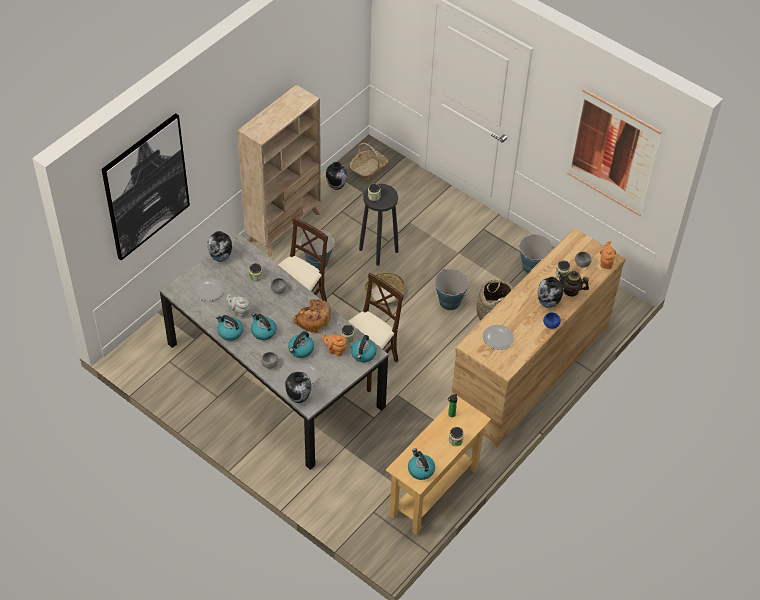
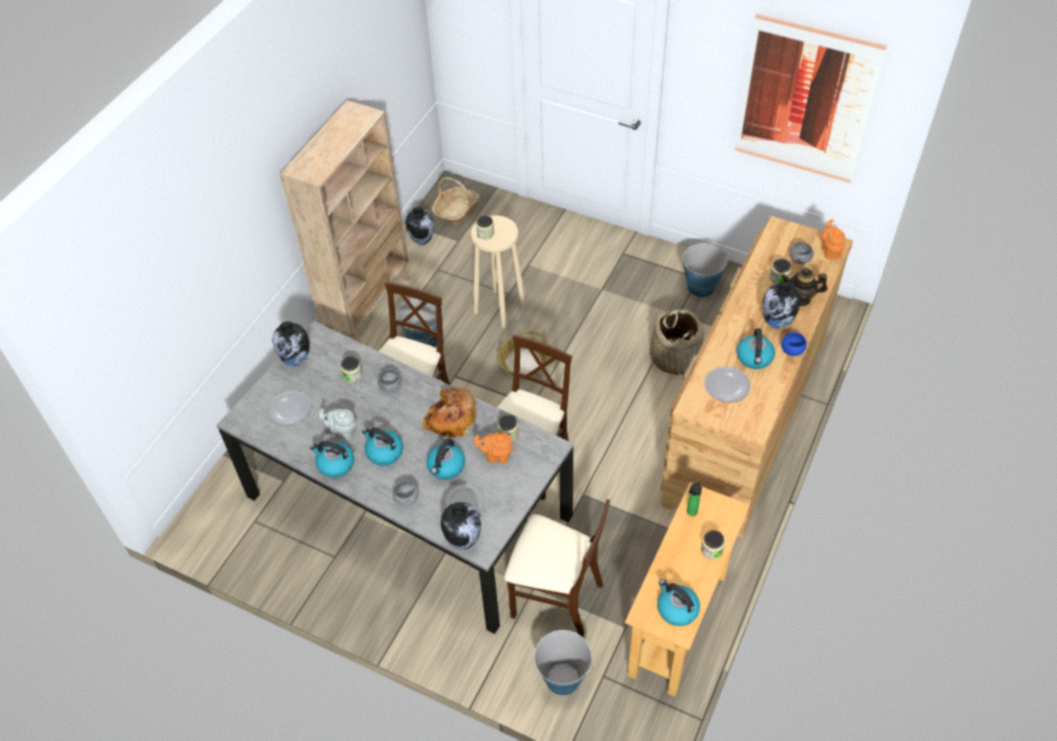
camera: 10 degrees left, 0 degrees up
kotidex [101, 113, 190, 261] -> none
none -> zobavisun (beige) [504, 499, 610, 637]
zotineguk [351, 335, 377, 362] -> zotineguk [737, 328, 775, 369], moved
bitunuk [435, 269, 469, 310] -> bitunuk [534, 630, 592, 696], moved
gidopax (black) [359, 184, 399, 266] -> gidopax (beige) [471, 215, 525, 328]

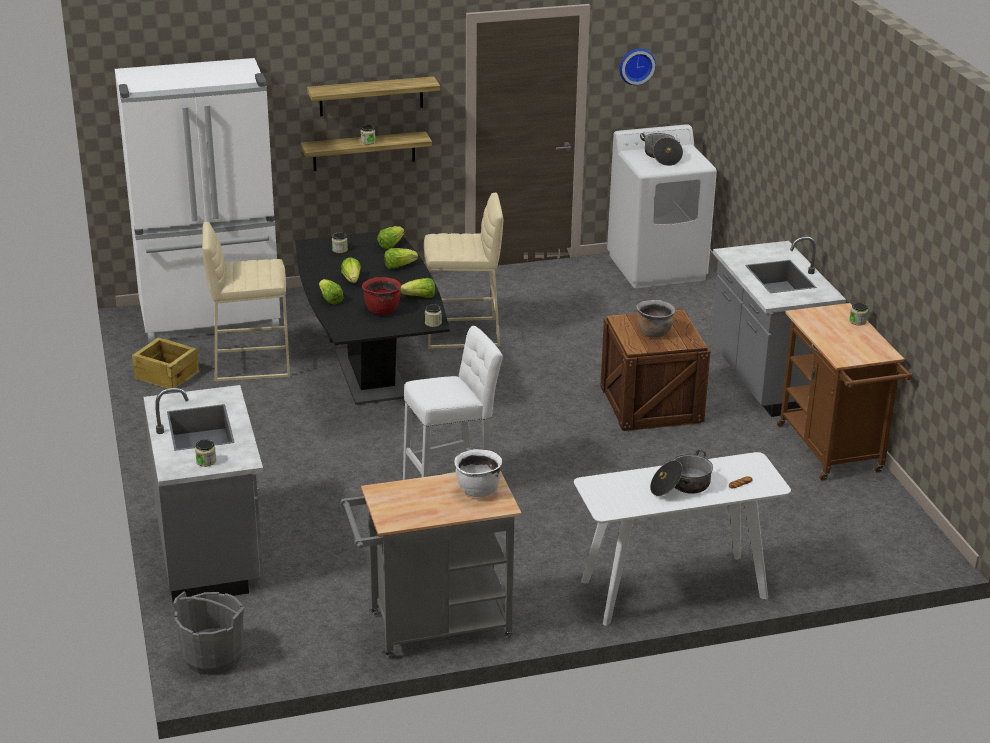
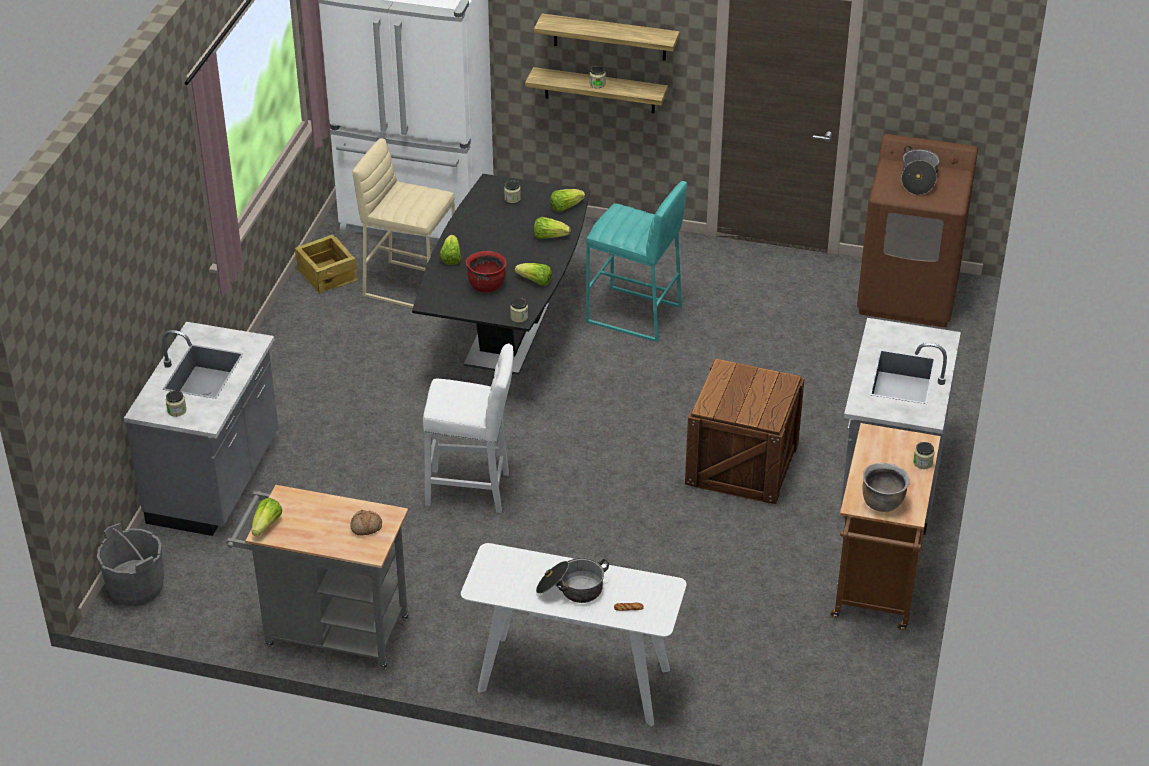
camera: 30 degrees right, 10 degrees up
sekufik [619, 48, 656, 85] -> none
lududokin [341, 257, 361, 283] -> lududokin [252, 498, 282, 537], moved
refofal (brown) [637, 300, 675, 338] -> refofal (brown) [862, 463, 910, 512], moved
refofal (white) [454, 449, 502, 497] -> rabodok [350, 510, 382, 536]
gidopax (beige) [424, 193, 503, 349] -> gidopax (turquoise) [586, 181, 687, 342]
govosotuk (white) [607, 124, 717, 288] -> govosotuk (brown) [857, 134, 978, 327]

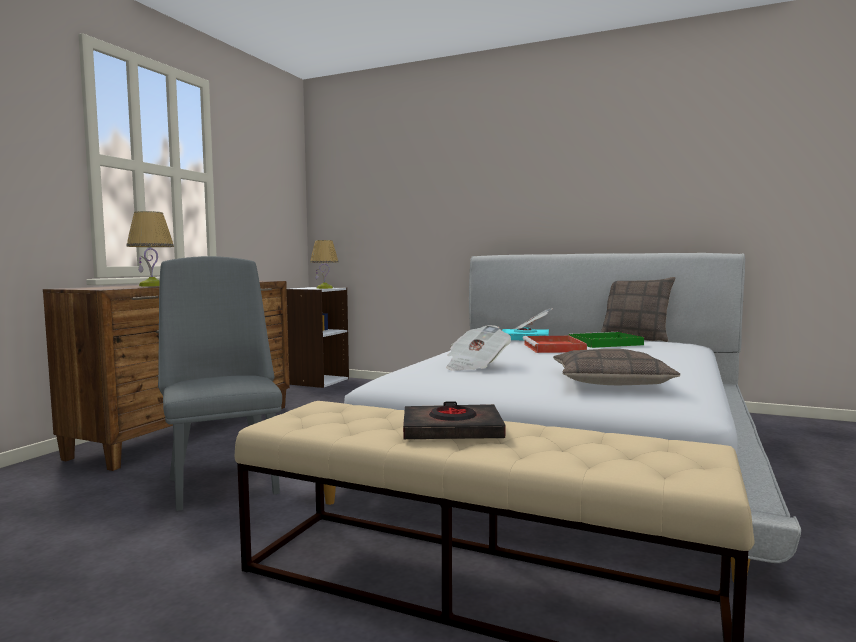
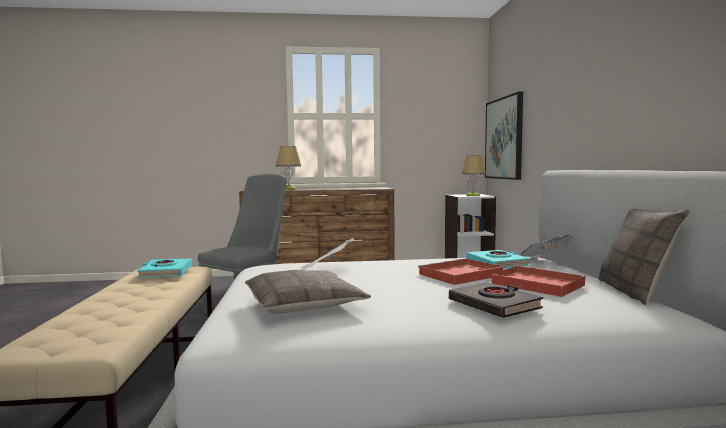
camera: 60 degrees right, 0 degrees up
none -> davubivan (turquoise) [137, 259, 192, 278]
none -> kotidex [485, 92, 523, 180]
davubivan (black) [403, 401, 505, 439] -> davubivan (black) [449, 282, 543, 318], moved
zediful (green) [568, 332, 644, 348] -> zediful (red) [492, 265, 586, 297]

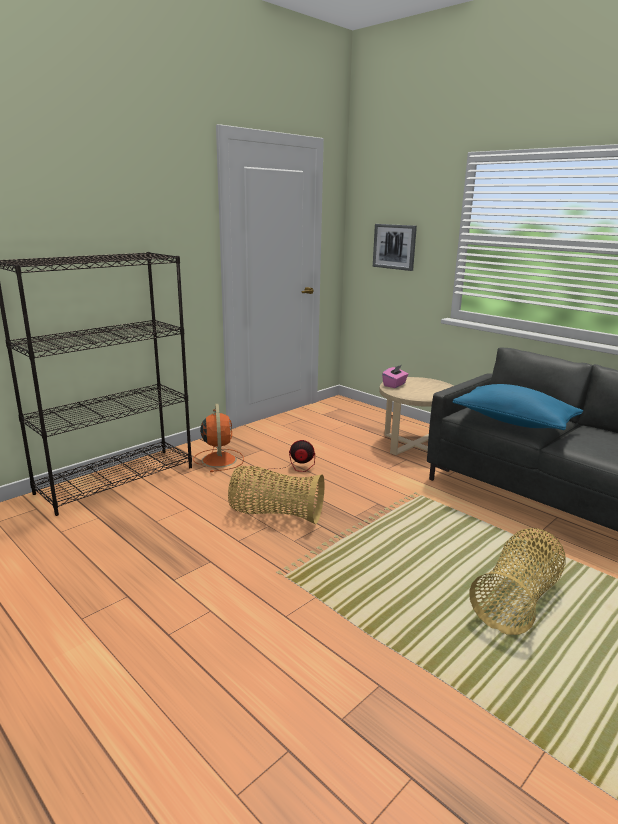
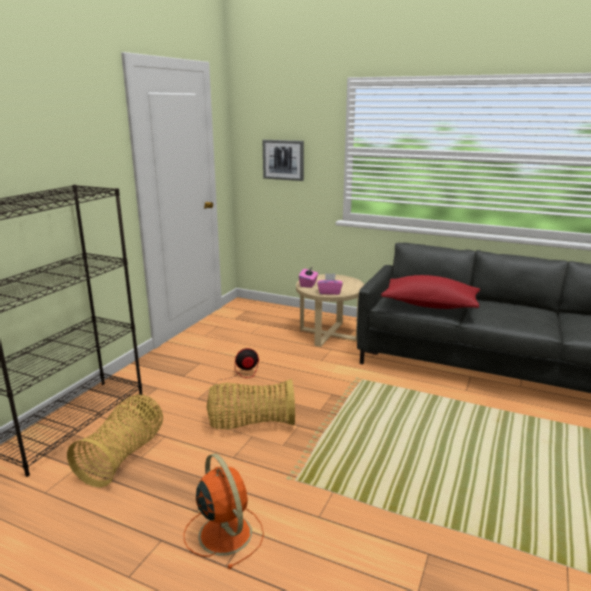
camera: 20 degrees left, 0 degrees up
none -> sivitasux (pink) [317, 273, 343, 295]
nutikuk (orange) [193, 404, 244, 472] -> nutikuk (orange) [184, 454, 264, 569], moved
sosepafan [469, 528, 566, 635] -> sosepafan [67, 395, 163, 487], moved
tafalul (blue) [452, 384, 583, 430] -> tafalul (red) [381, 275, 480, 309]

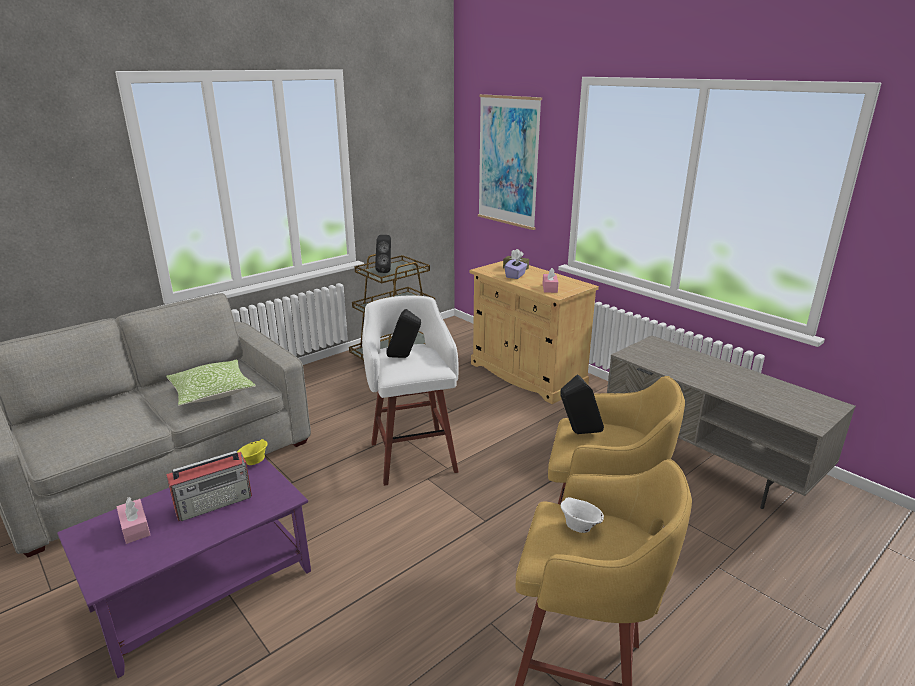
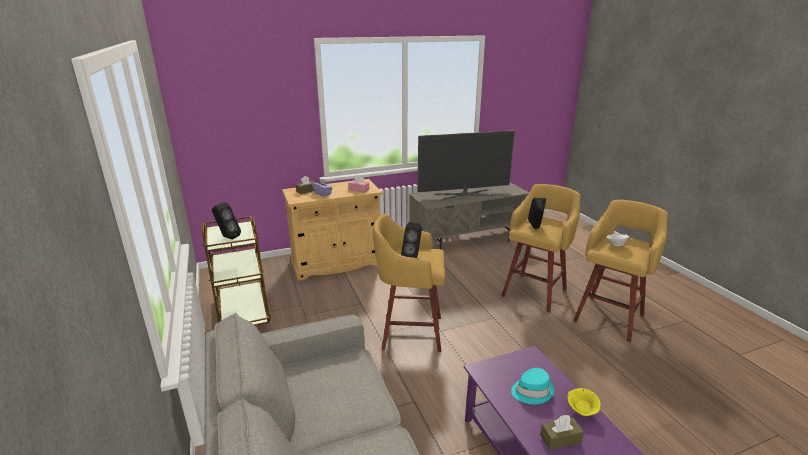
camera: 70 degrees left, 0 degrees up
tafalul [166, 359, 256, 406] -> none
kotidex [478, 94, 542, 230] -> none
none -> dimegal [418, 130, 515, 200]
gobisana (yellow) [237, 439, 268, 465] -> gobisana (yellow) [568, 388, 600, 416], moved
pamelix [166, 451, 252, 521] -> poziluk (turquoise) [511, 368, 554, 405]
sivitasux (pink) [117, 497, 150, 544] -> sivitasux (brown) [540, 415, 584, 450]
gidopax (white) [362, 295, 458, 486] -> gidopax (yellow) [373, 214, 445, 352]

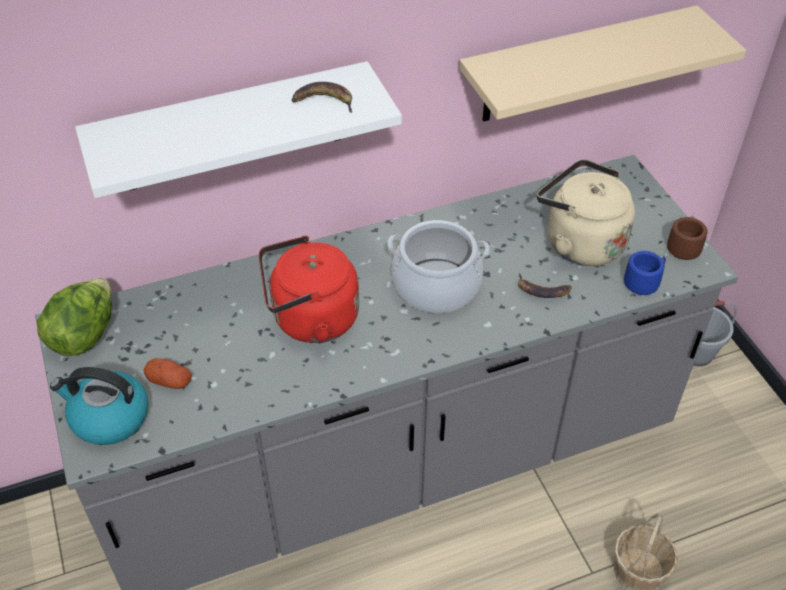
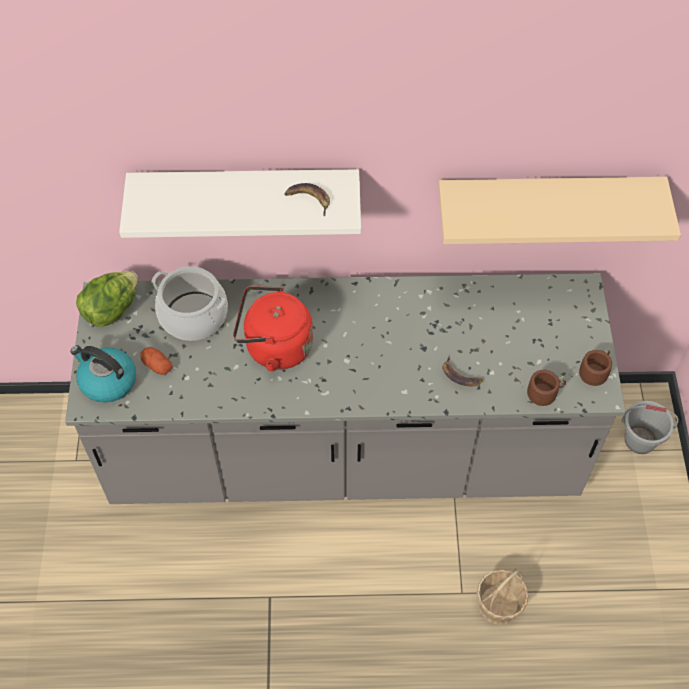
camera: 20 degrees right, 10 degrees up
zotineguk (beige) [537, 159, 635, 266] -> none
refofal [387, 220, 490, 313] -> refofal [152, 266, 228, 341], moved
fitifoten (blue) [611, 251, 666, 295] -> fitifoten (brown) [520, 370, 566, 406]

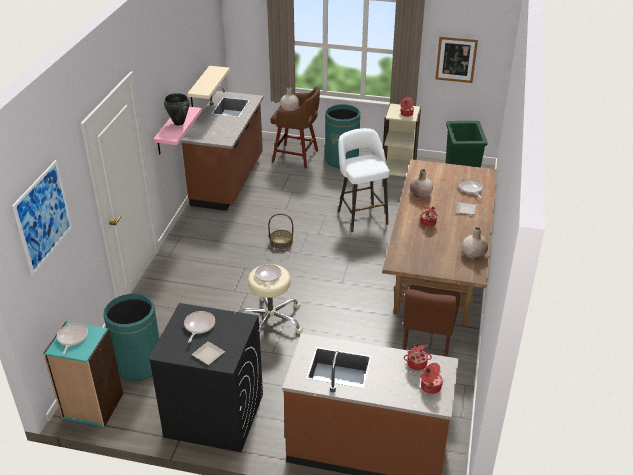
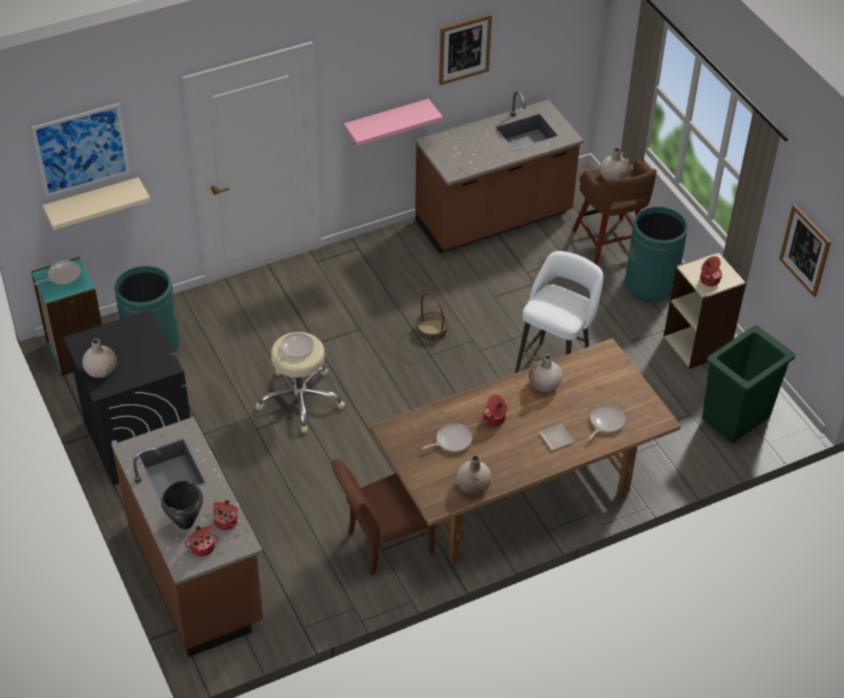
camera: 50 degrees right, 10 degrees up
none -> kotidex [439, 14, 492, 85]
refofal (black) [164, 93, 190, 125] -> refofal (black) [161, 480, 203, 529], moved
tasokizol [184, 311, 215, 343] -> tasokizol [422, 423, 472, 452], moved
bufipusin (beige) [187, 66, 230, 107] -> bufipusin (beige) [42, 177, 150, 230], moved
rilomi [191, 341, 225, 365] -> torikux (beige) [82, 338, 117, 378]

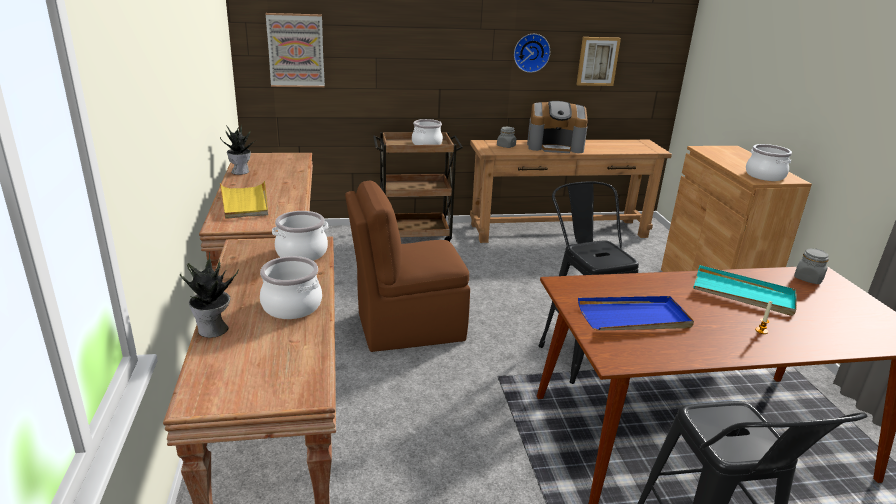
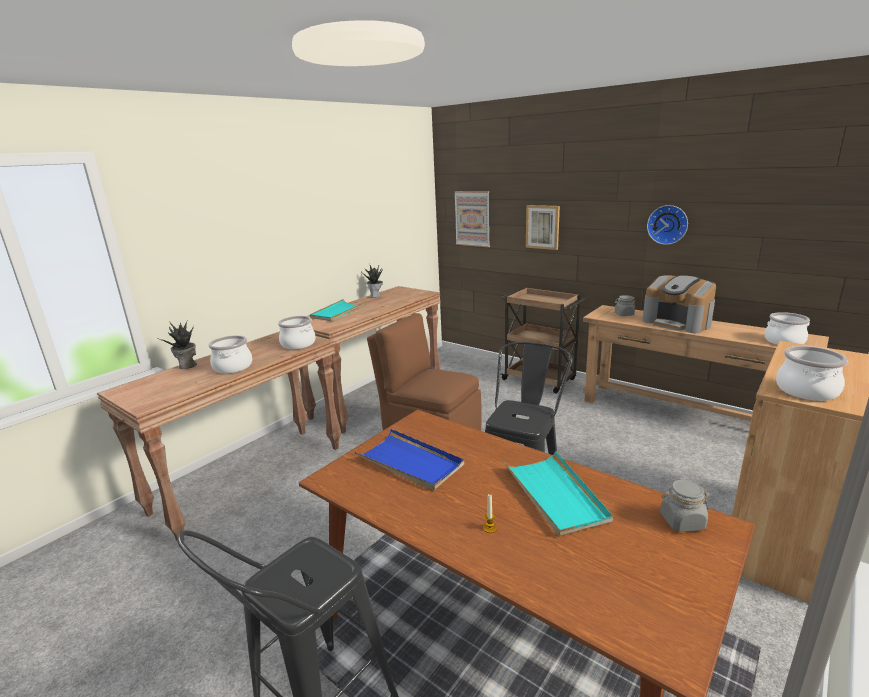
camera: 50 degrees right, 5 degrees down
refofal [412, 119, 443, 145] -> refofal [764, 312, 810, 345], moved
kotidex [576, 37, 621, 86] -> kotidex [526, 205, 560, 250], moved
zediful (yellow) [220, 180, 268, 219] -> zediful (turquoise) [310, 299, 367, 321]

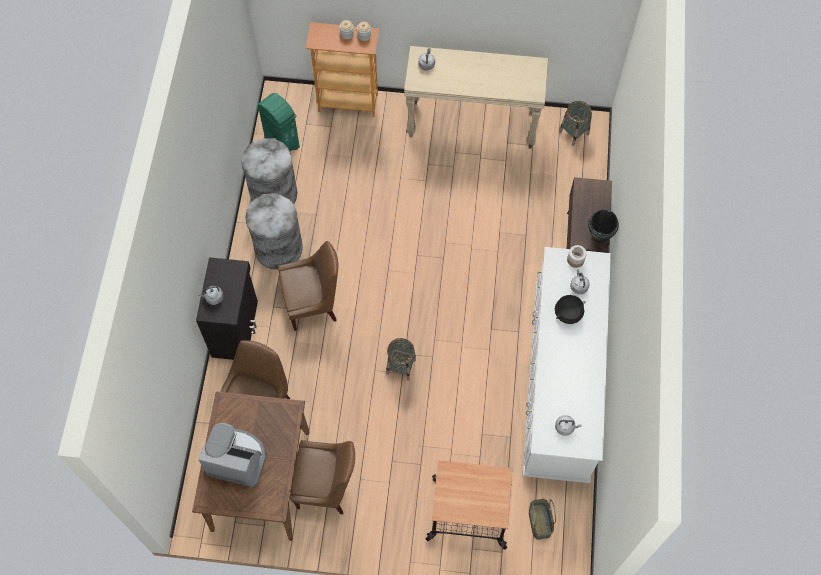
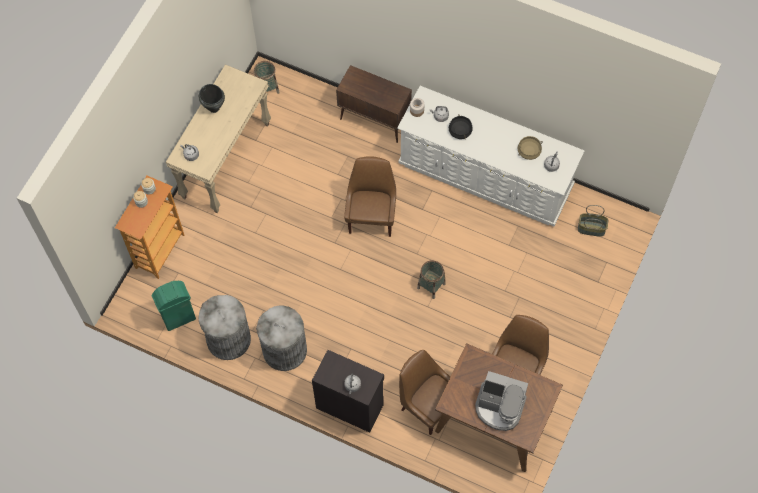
camera: 70 degrees left, 0 degrees up
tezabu [426, 460, 512, 550] -> none
none -> refofal (beige) [518, 136, 543, 160]
zobavisun (brown) [278, 241, 338, 331] -> zobavisun (brown) [344, 156, 396, 237], moved
refofal (black) [588, 209, 619, 243] -> refofal (black) [199, 84, 225, 113], moved
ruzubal [198, 423, 266, 487] -> ruzubal [475, 371, 528, 431], 105 degrees counterclockwise

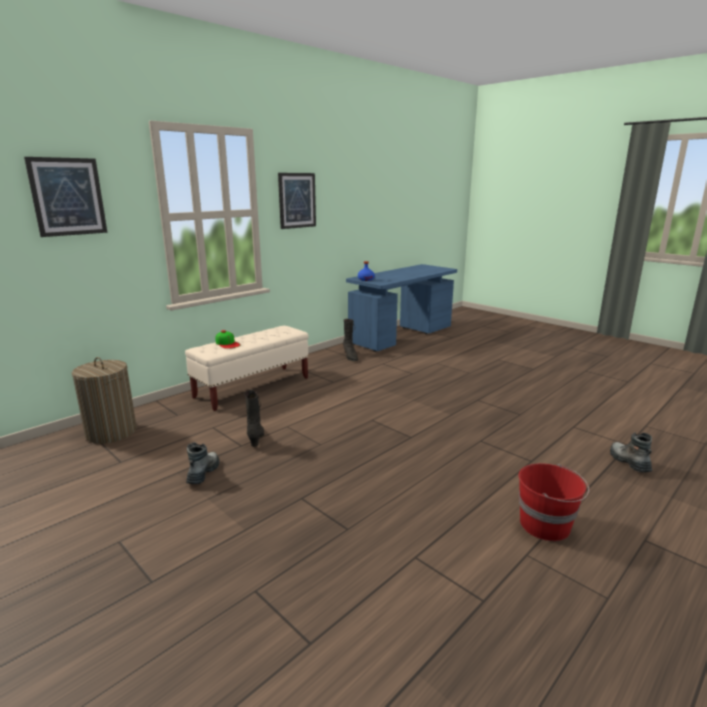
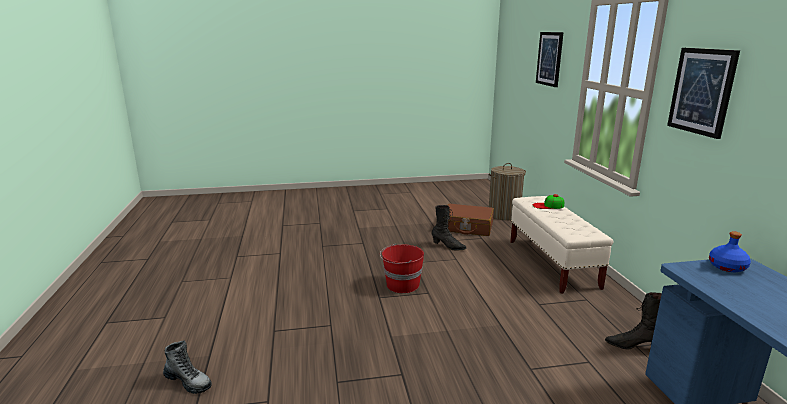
camera: 125 degrees right, 0 degrees up
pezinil [186, 442, 219, 484] -> none
none -> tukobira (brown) [448, 203, 494, 236]
bitunuk (red) [519, 463, 589, 541] -> bitunuk (red) [380, 244, 424, 293], moved

